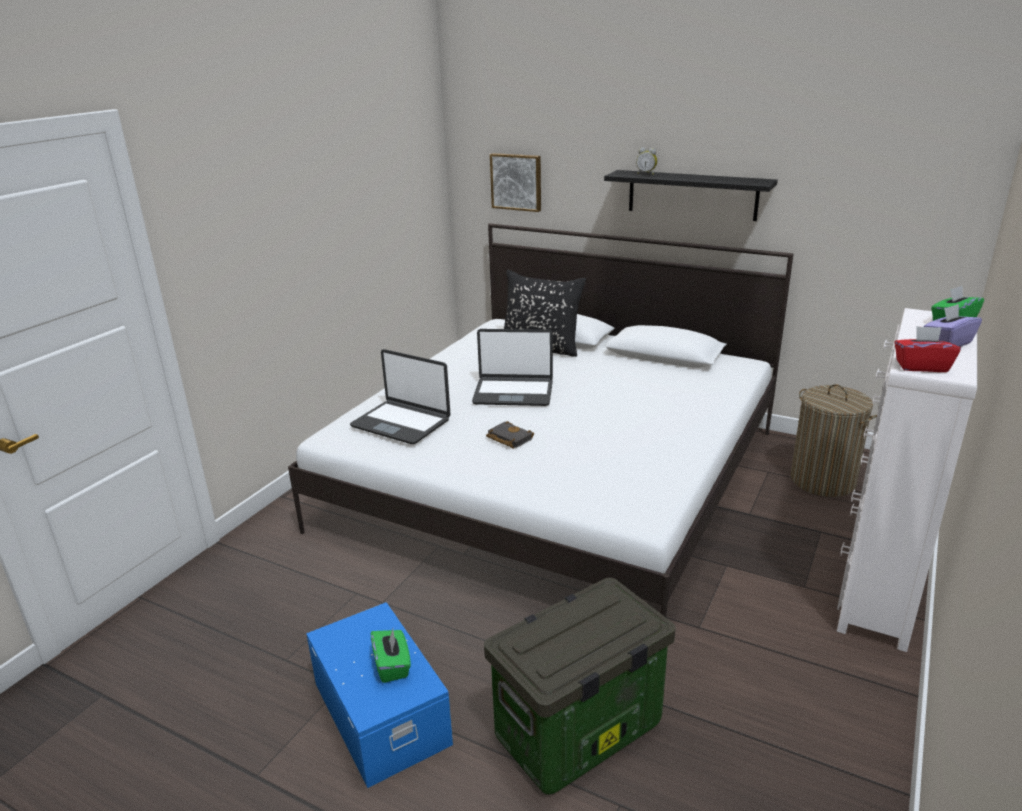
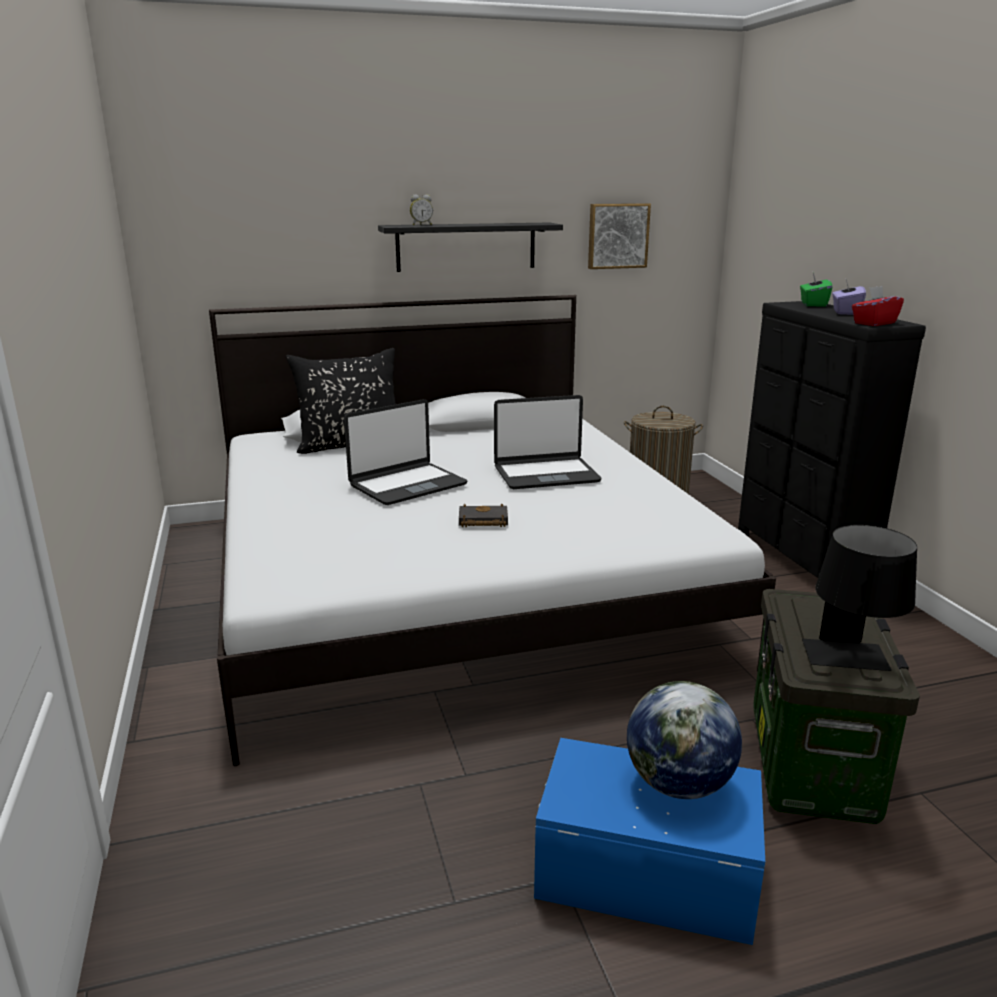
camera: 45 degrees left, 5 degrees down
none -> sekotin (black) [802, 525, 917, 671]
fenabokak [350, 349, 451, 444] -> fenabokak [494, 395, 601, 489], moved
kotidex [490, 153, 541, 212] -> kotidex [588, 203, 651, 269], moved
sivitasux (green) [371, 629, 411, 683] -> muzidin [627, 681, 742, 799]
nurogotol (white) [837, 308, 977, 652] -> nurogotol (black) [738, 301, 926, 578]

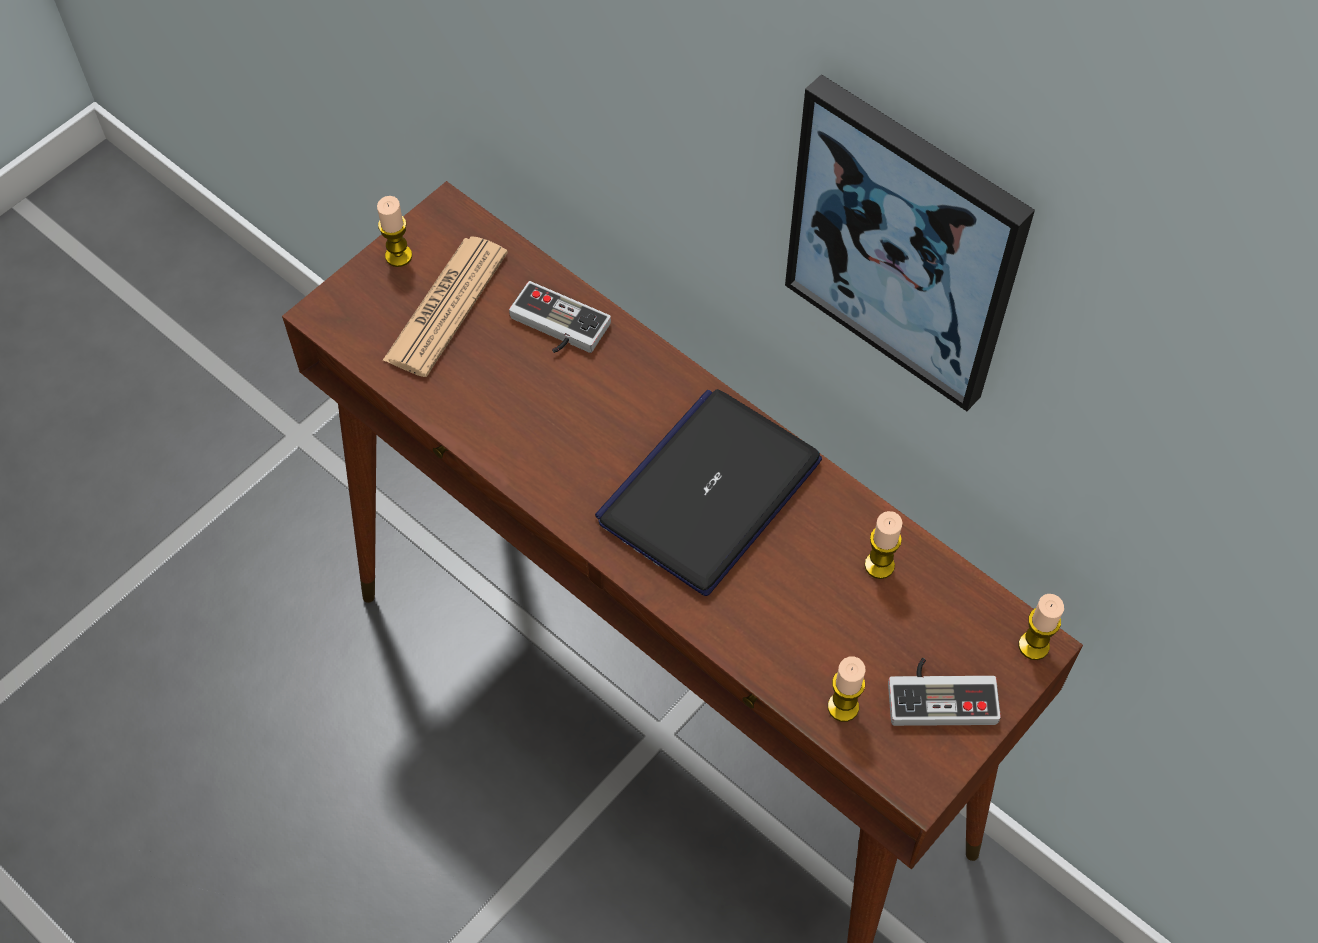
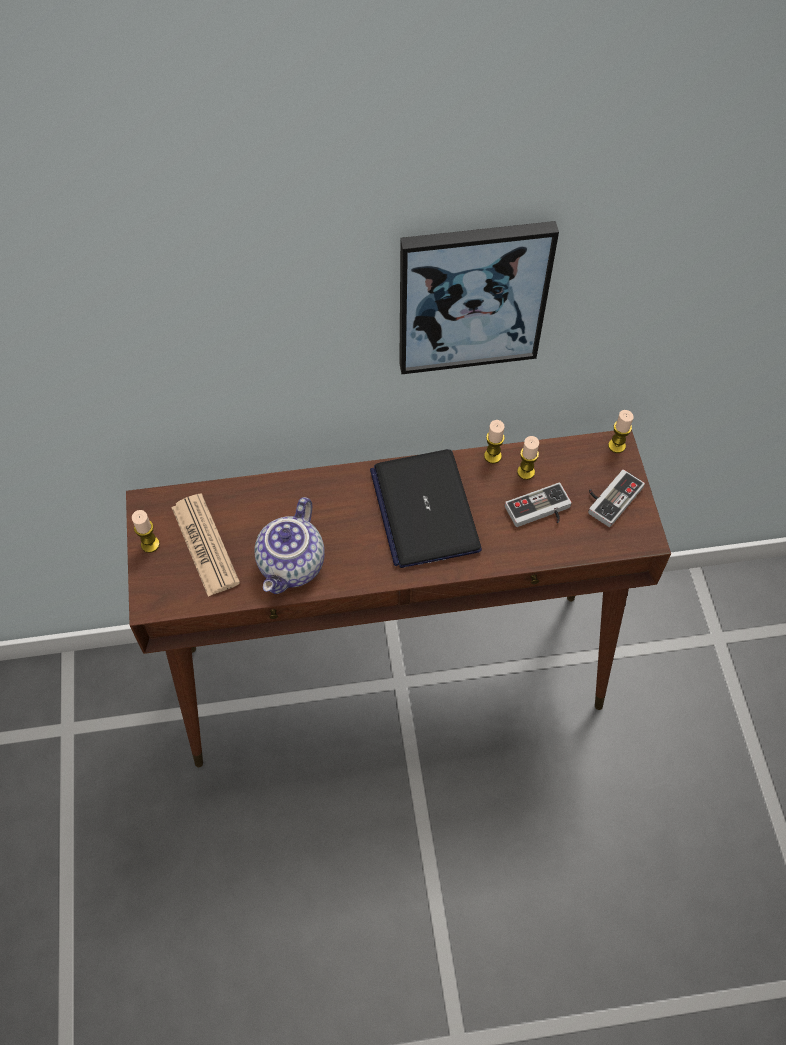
camera: 50 degrees left, 0 degrees up
none -> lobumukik [255, 497, 325, 594]
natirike [509, 281, 611, 353] -> natirike [505, 483, 572, 527], moved
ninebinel [828, 657, 865, 722] -> ninebinel [484, 420, 505, 464], moved

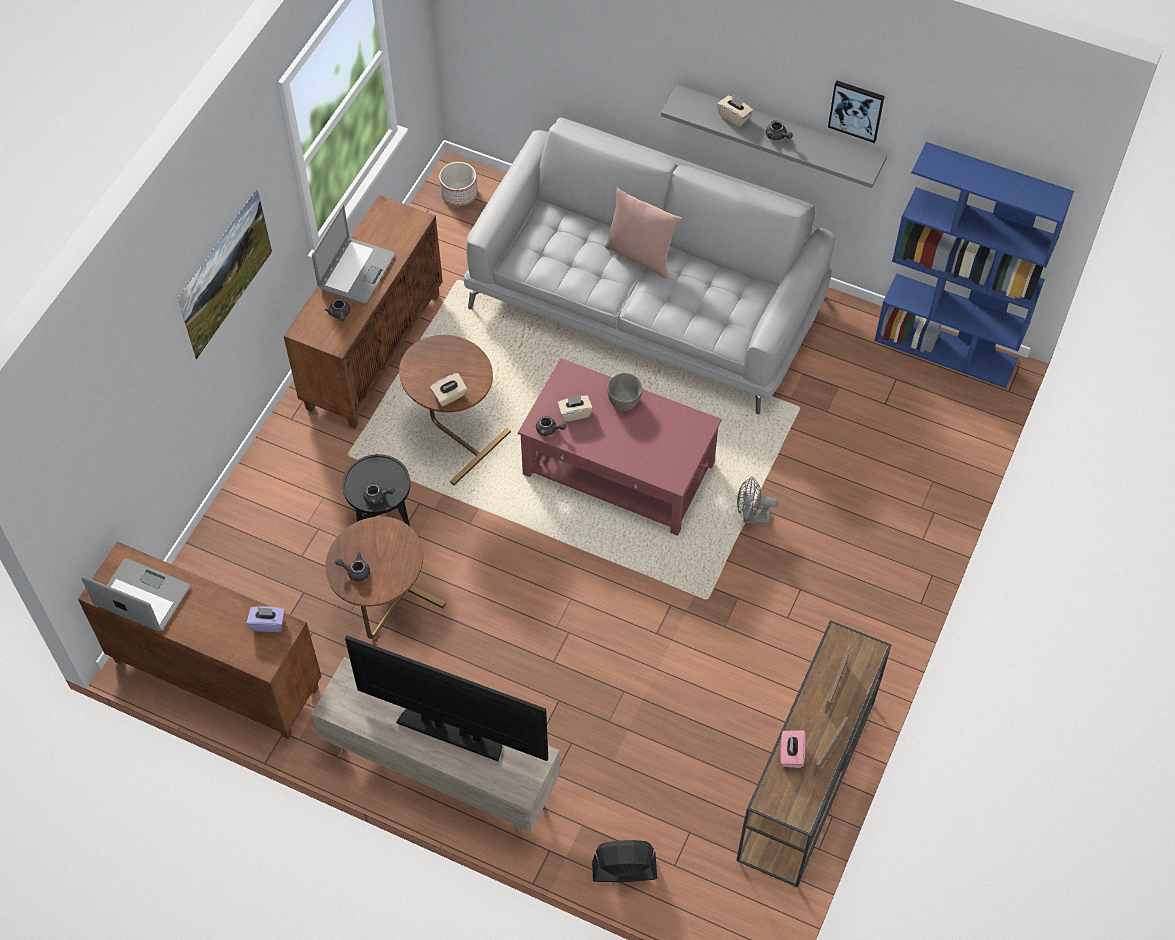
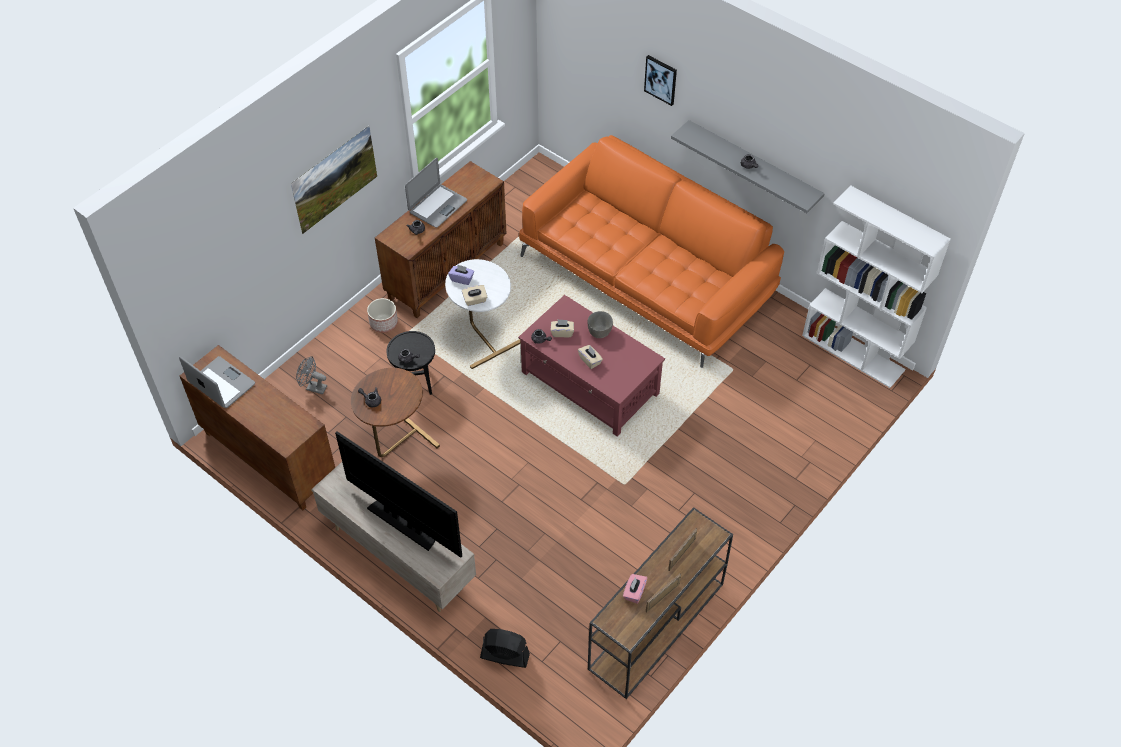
camera: 15 degrees right, 5 degrees down
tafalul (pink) [605, 188, 682, 279] -> none
sivitasux (purple) [247, 606, 285, 632] -> sivitasux (purple) [448, 264, 474, 285], moved
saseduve [439, 162, 478, 207] -> saseduve [367, 298, 398, 333], moved
sivitasux (beige) [717, 95, 753, 127] -> sivitasux (beige) [578, 345, 603, 369], moved
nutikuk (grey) [737, 476, 779, 524] -> nutikuk (grey) [296, 356, 327, 395], moved
kotidex [828, 80, 885, 143] -> kotidex [644, 55, 677, 106], moved
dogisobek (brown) [399, 335, 511, 485] -> dogisobek (white) [445, 259, 521, 369]
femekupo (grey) [464, 118, 836, 415] -> femekupo (orange) [519, 135, 784, 368]
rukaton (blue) [874, 142, 1074, 388] -> rukaton (white) [802, 185, 951, 388]

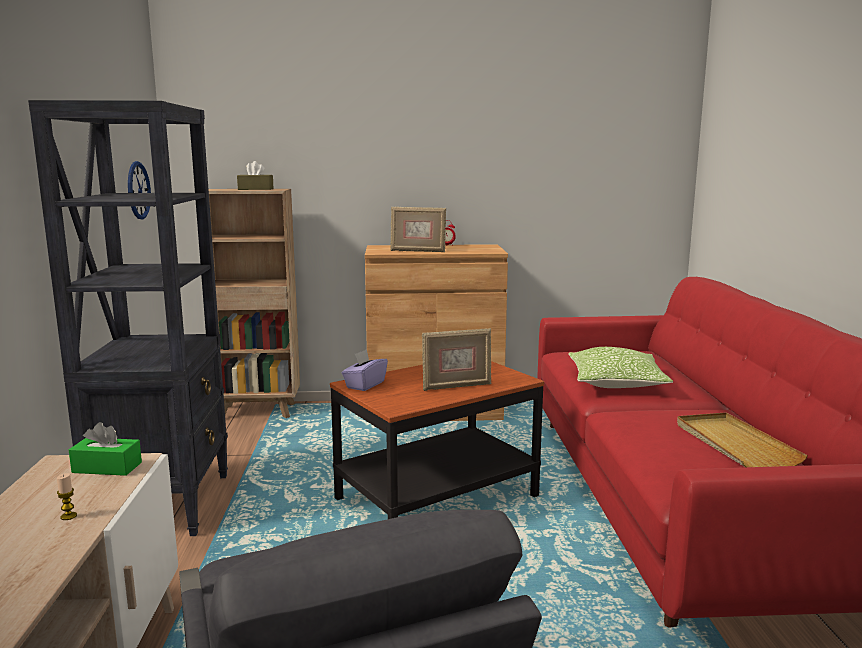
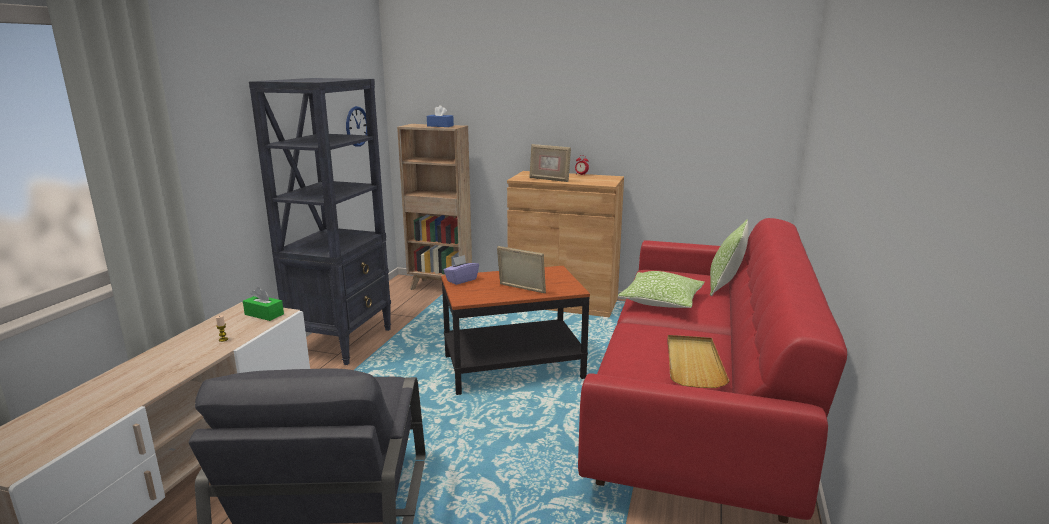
camera: 20 degrees right, 5 degrees up
none -> tafalul [710, 219, 749, 296]
sivitasux (brown) [237, 161, 274, 190] -> sivitasux (blue) [427, 105, 454, 127]
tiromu [422, 328, 491, 391] -> tiromu [497, 246, 546, 293], 150 degrees counterclockwise

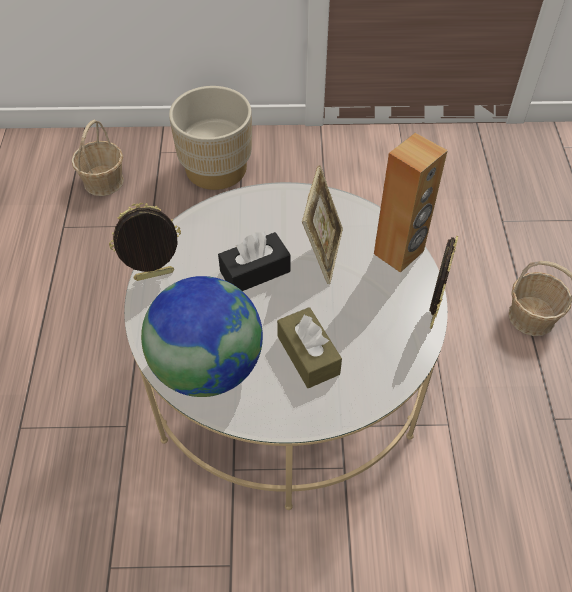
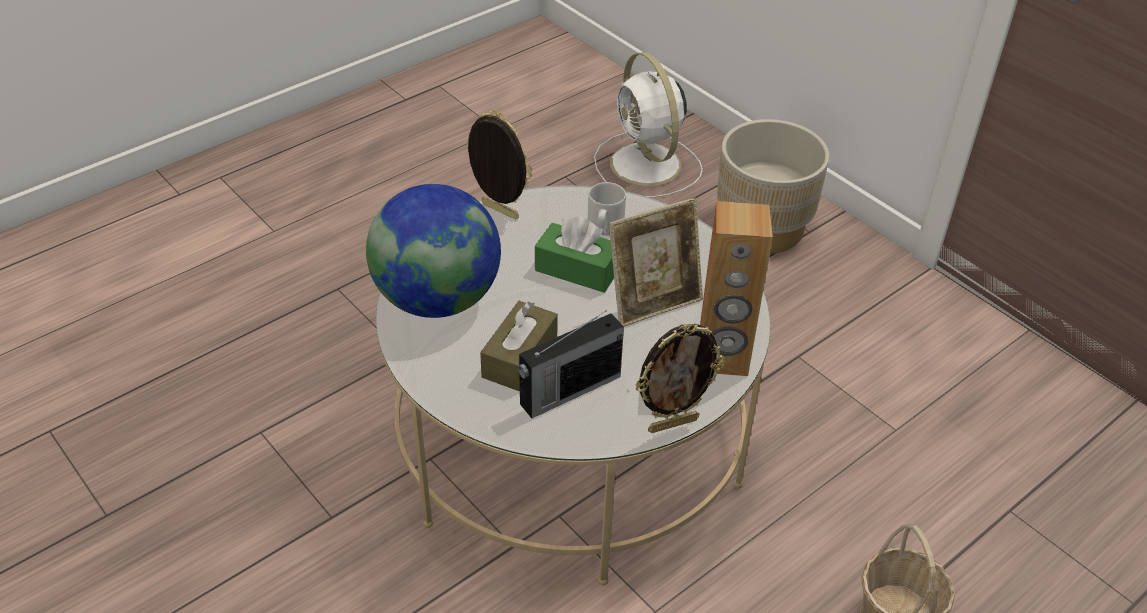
camera: 50 degrees right, 10 degrees down
none -> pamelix [518, 310, 624, 418]
none -> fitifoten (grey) [588, 182, 626, 236]
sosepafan [72, 120, 124, 196] -> nutikuk (white) [594, 52, 703, 198]
sivitasux (black) [218, 232, 290, 291] -> sivitasux (green) [535, 217, 614, 293]

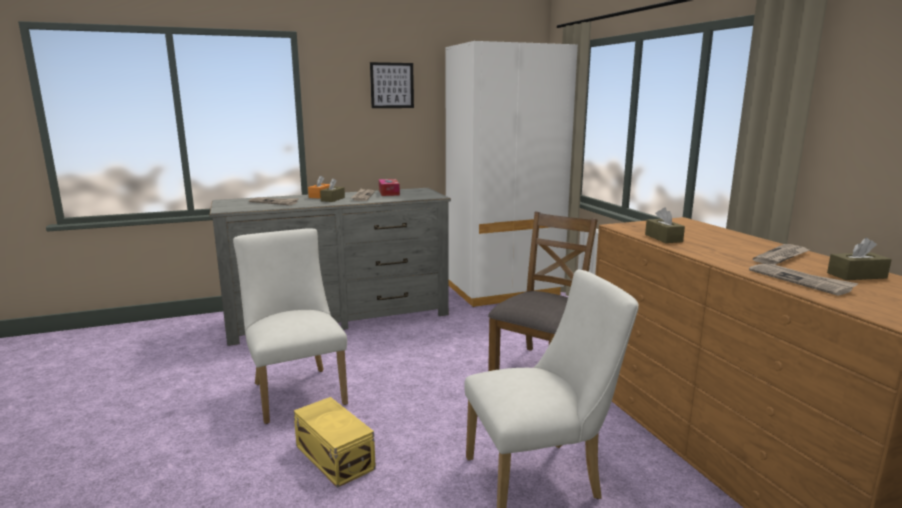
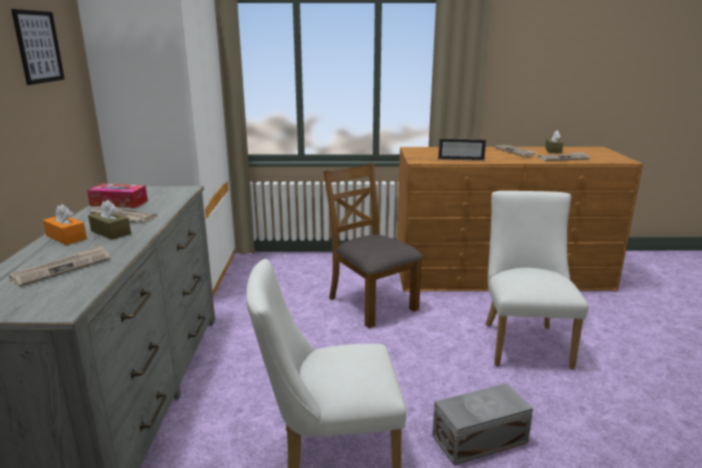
camera: 70 degrees left, 5 degrees up
sivitasux (brown) [645, 207, 685, 243] -> tiromu [438, 138, 486, 161]
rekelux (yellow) [294, 397, 376, 488] -> rekelux (grey) [432, 383, 533, 466]

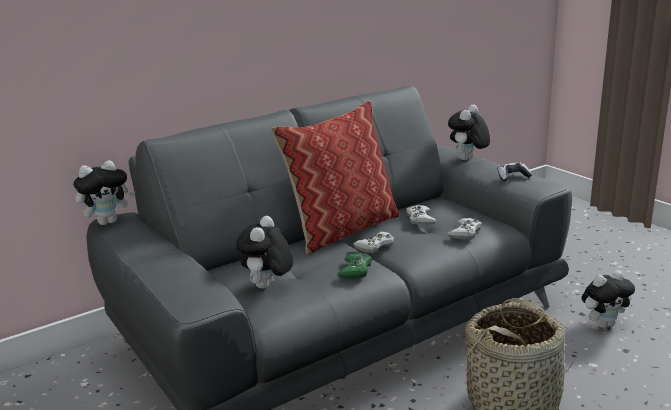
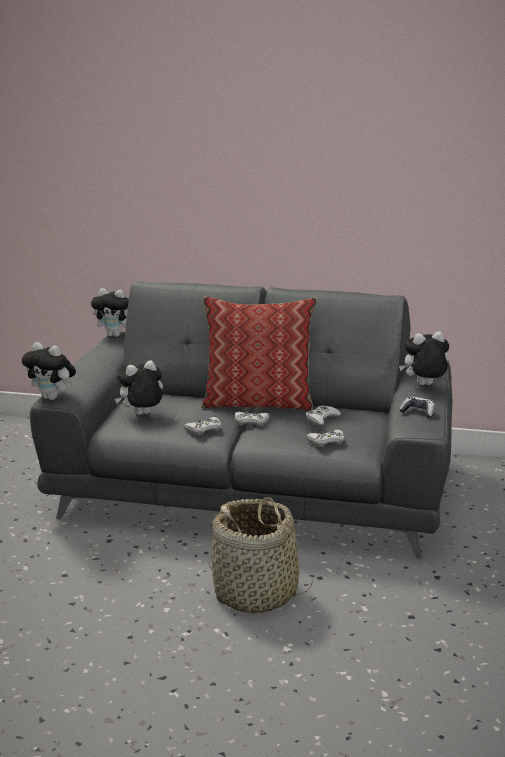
camera: 45 degrees right, 0 degrees up
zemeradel [582, 270, 635, 328] -> zemeradel [22, 342, 76, 400], moved
natirike (green) [337, 253, 372, 279] -> natirike (white) [184, 417, 221, 435]

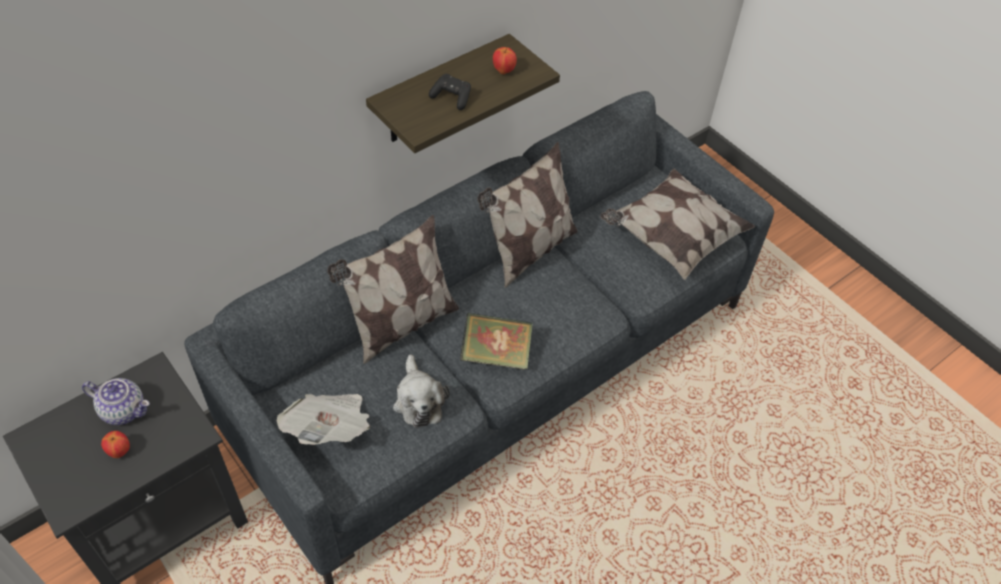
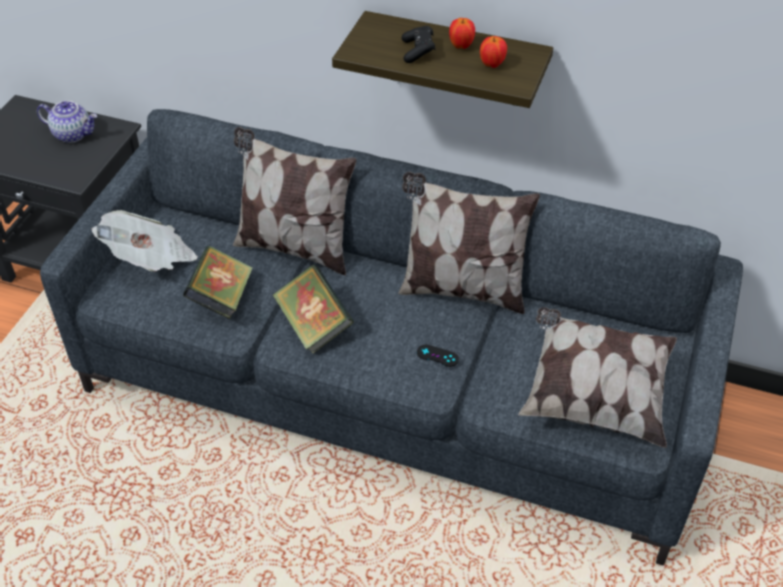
camera: 60 degrees right, 5 degrees down
none -> natirike (black) [417, 344, 459, 367]
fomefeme [101, 431, 130, 458] -> fomefeme [449, 18, 475, 49], moved
zemeradel [393, 354, 450, 428] -> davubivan [183, 246, 252, 319]
lobumukik [82, 378, 150, 425] -> lobumukik [37, 101, 97, 143], 60 degrees counterclockwise

